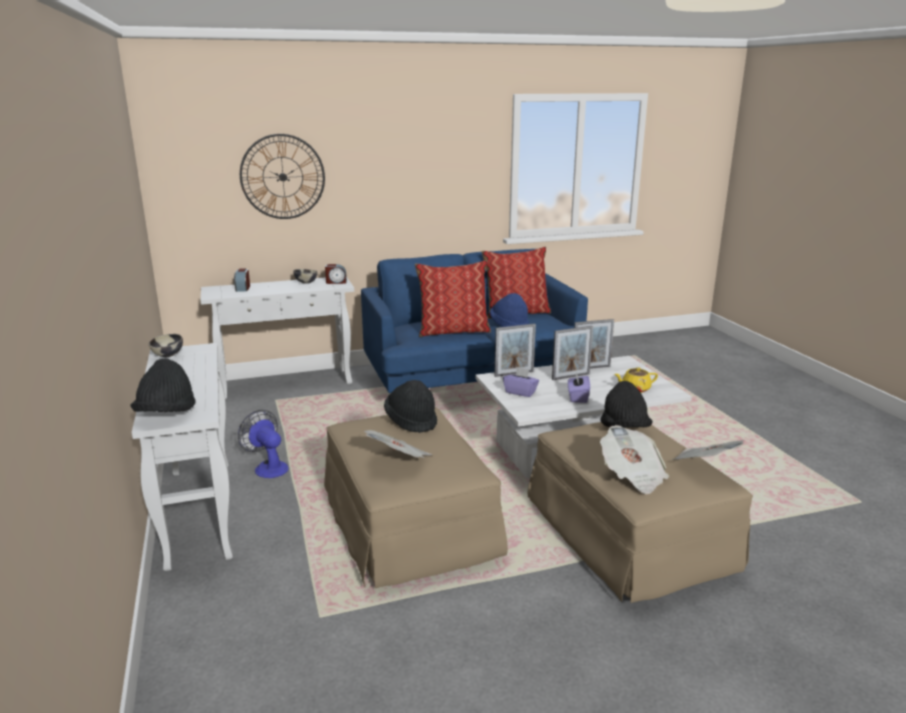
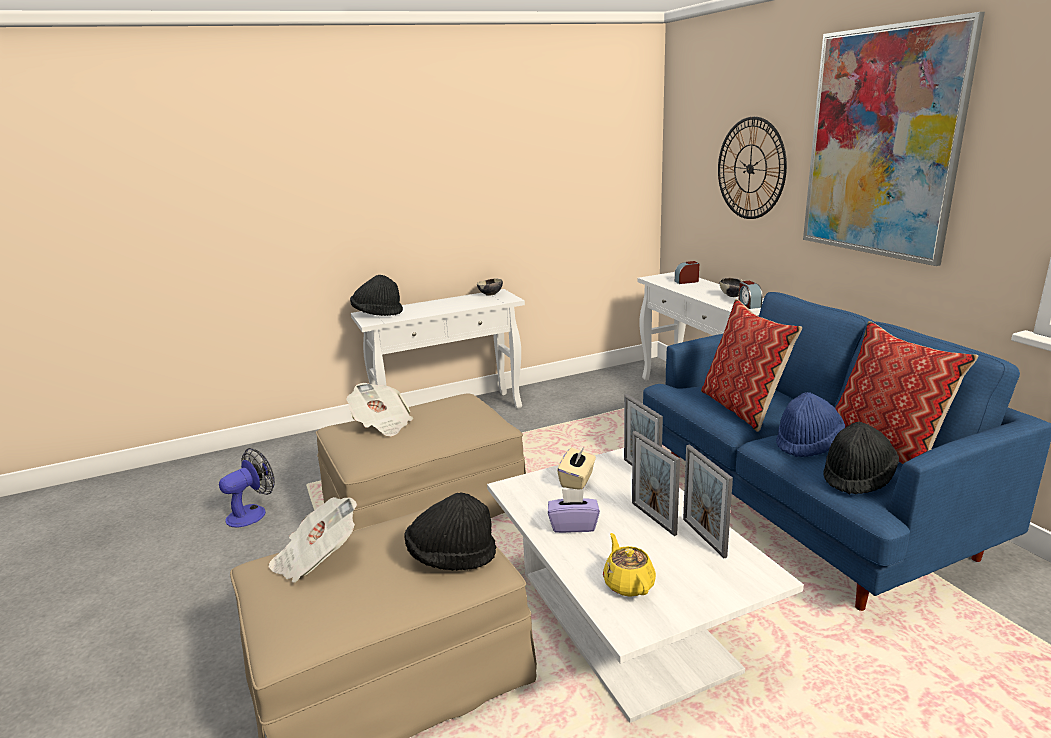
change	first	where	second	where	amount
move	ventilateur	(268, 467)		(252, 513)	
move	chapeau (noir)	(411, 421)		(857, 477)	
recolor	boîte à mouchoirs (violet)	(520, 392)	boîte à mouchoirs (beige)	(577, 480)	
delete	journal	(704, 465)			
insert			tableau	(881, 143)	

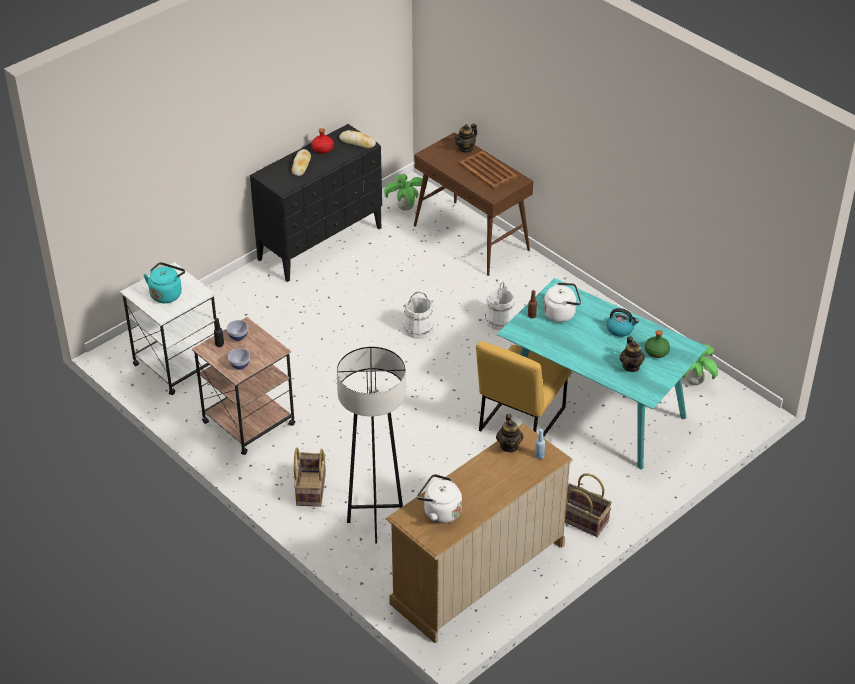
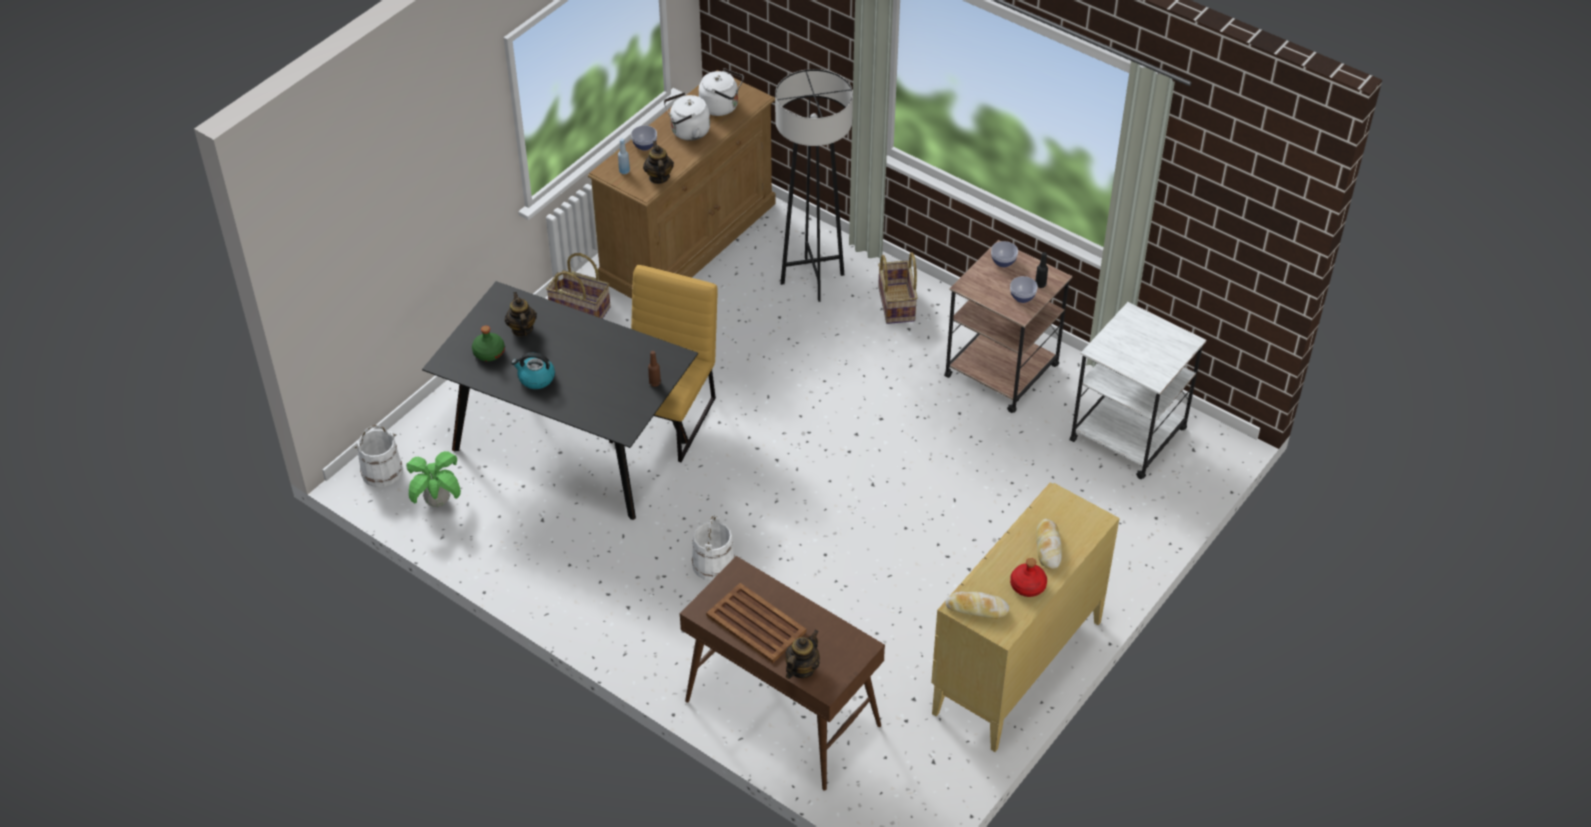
change	first	where	second	where	amount
delete	bouilloire (turquoise)	(167, 294)			
recolor	commode (noir)	(322, 244)	commode (beige)	(1014, 666)	
delete	plante en pot	(405, 208)			
move	seau (blanc)	(418, 328)		(382, 472)	
recolor	table à manger (turquoise)	(596, 409)	table à manger (noir)	(569, 446)	
move	bouilloire (blanc)	(561, 313)		(687, 132)	
insert			bol	(644, 145)	

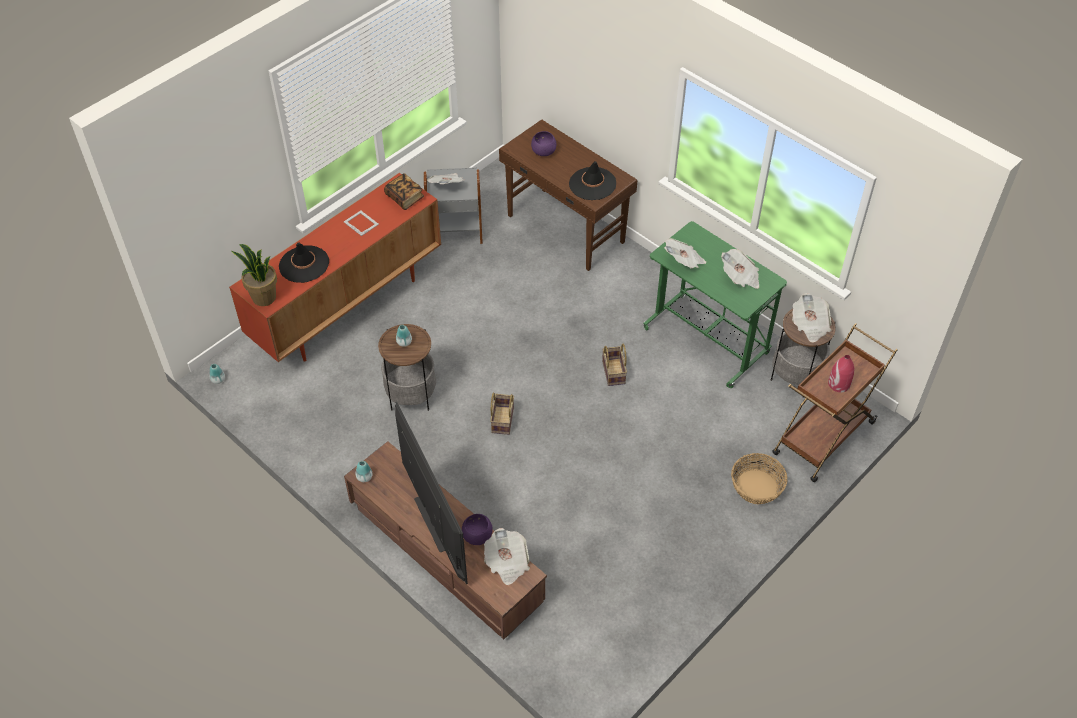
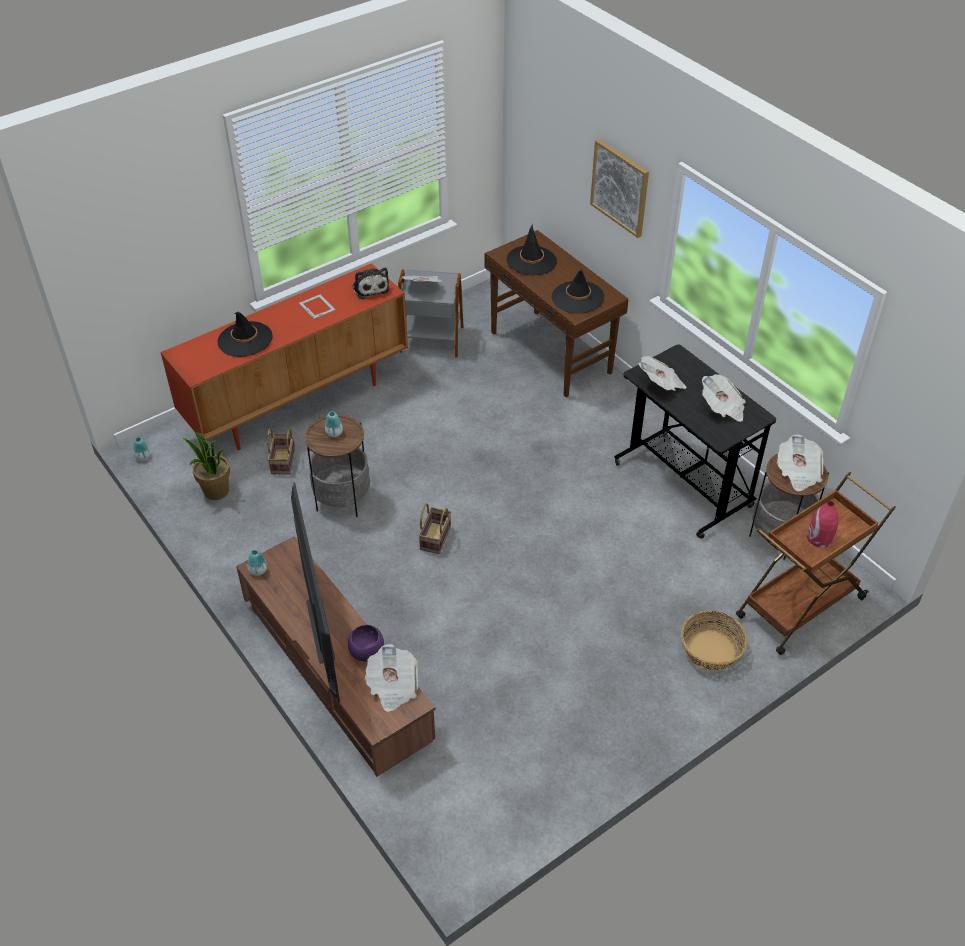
change	first	where	second	where	amount
move	plante en pot	(263, 298)		(215, 491)	
replace	livre	(404, 198)	peluche	(370, 287)	
replace	bol (violet)	(543, 152)	chapeau (noir)	(531, 261)	
move	panier	(614, 373)		(283, 462)	
recolor	bureau (vert)	(706, 340)	bureau (noir)	(683, 485)	
insert			tableau	(620, 187)	

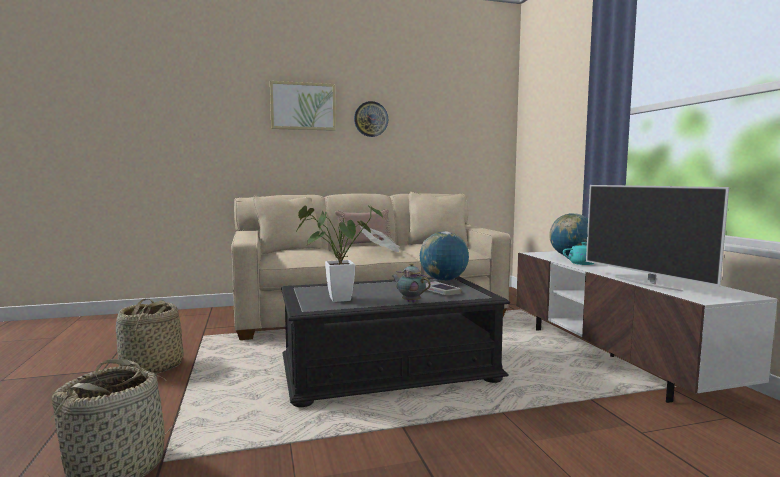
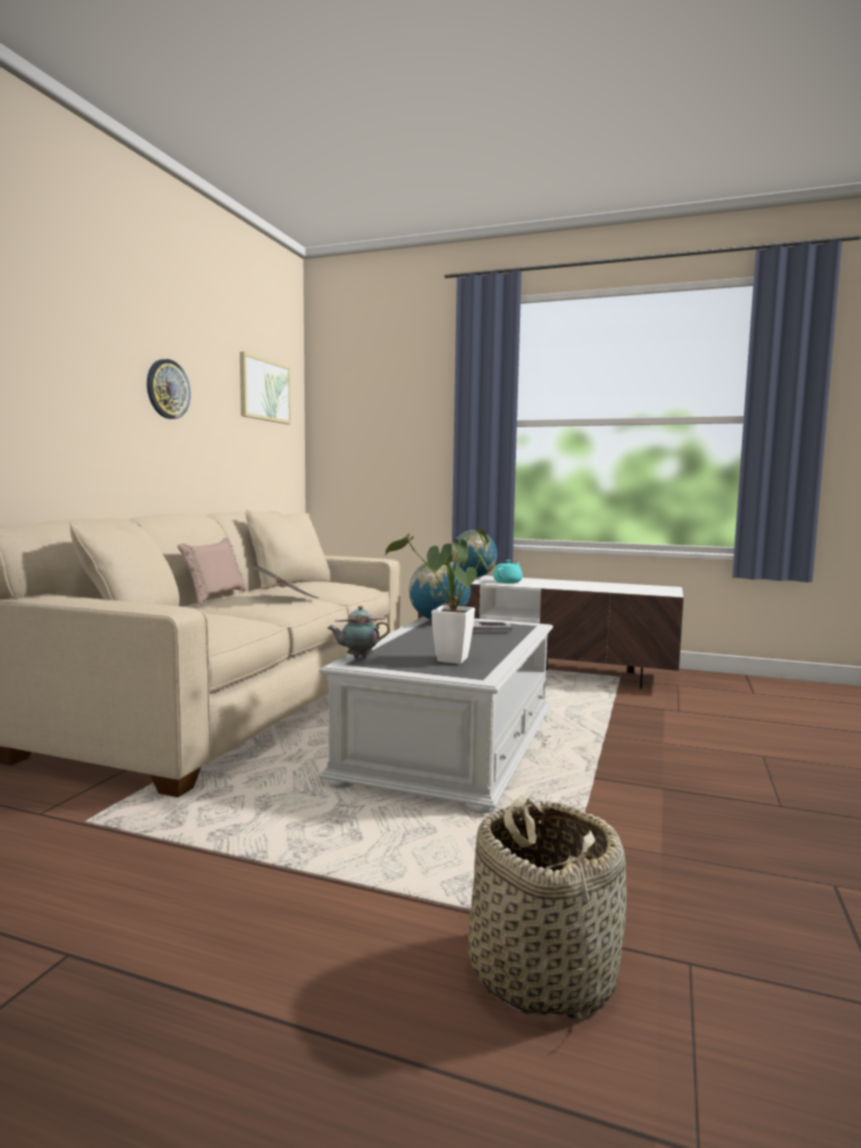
change	first	where	second	where	amount
delete	panier	(151, 368)			
move	tableau	(303, 106)		(264, 390)	
recolor	table basse (noir)	(389, 370)	table basse (blanc)	(451, 745)	
move	théière	(410, 302)		(358, 658)	
delete	téléviseur	(647, 284)			

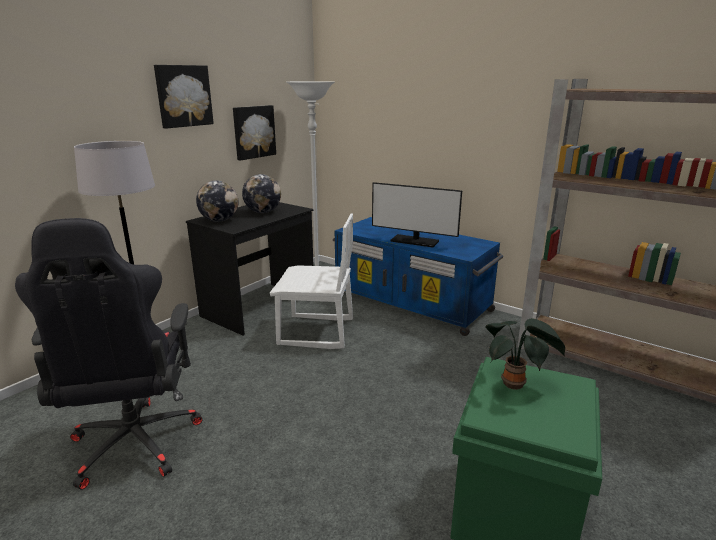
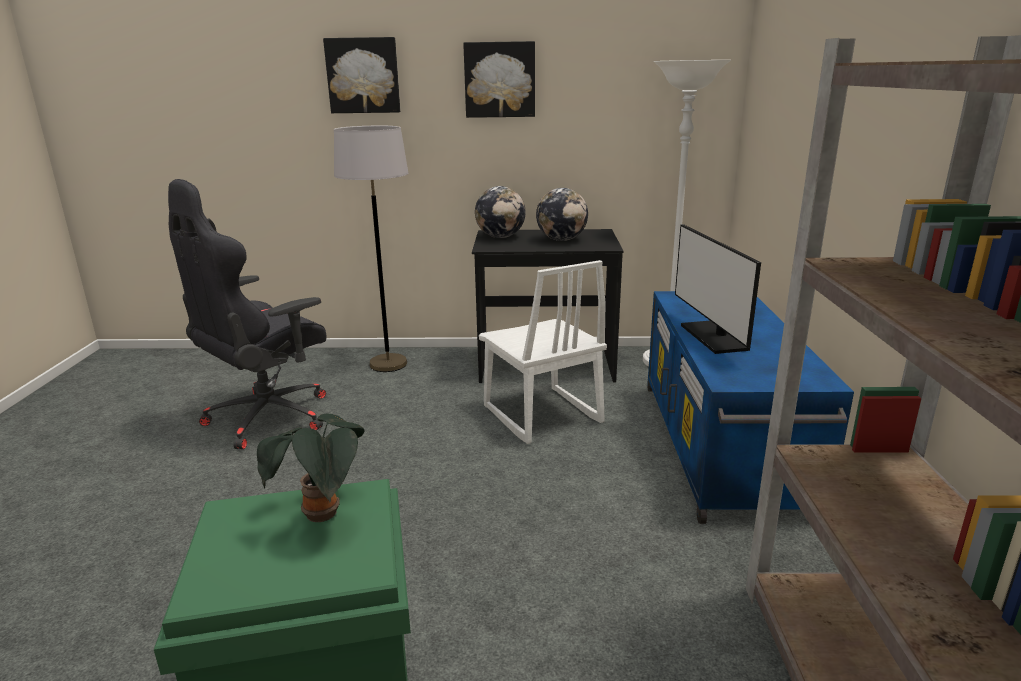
change	first	where	second	where	amount
move	tableau	(253, 132)		(363, 75)	

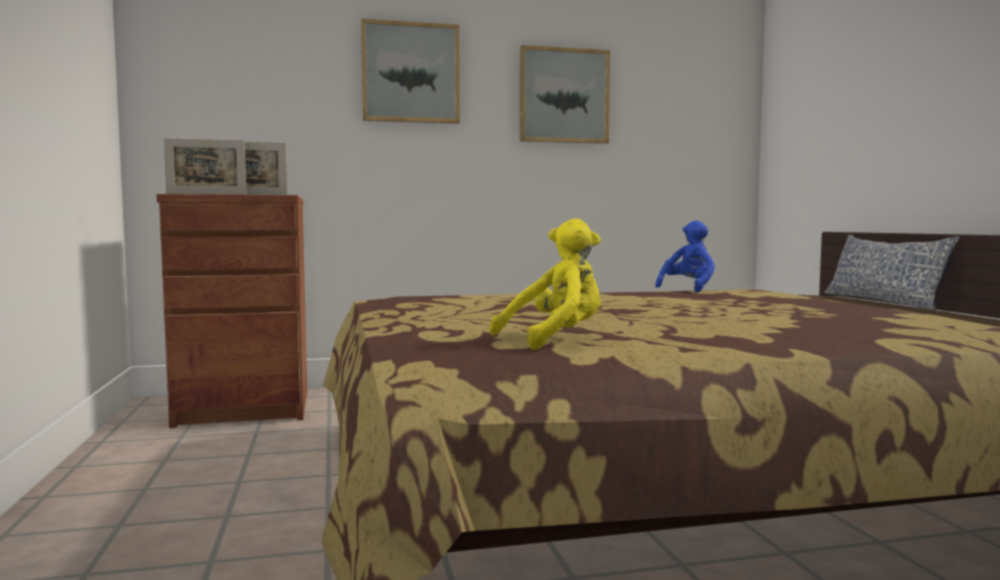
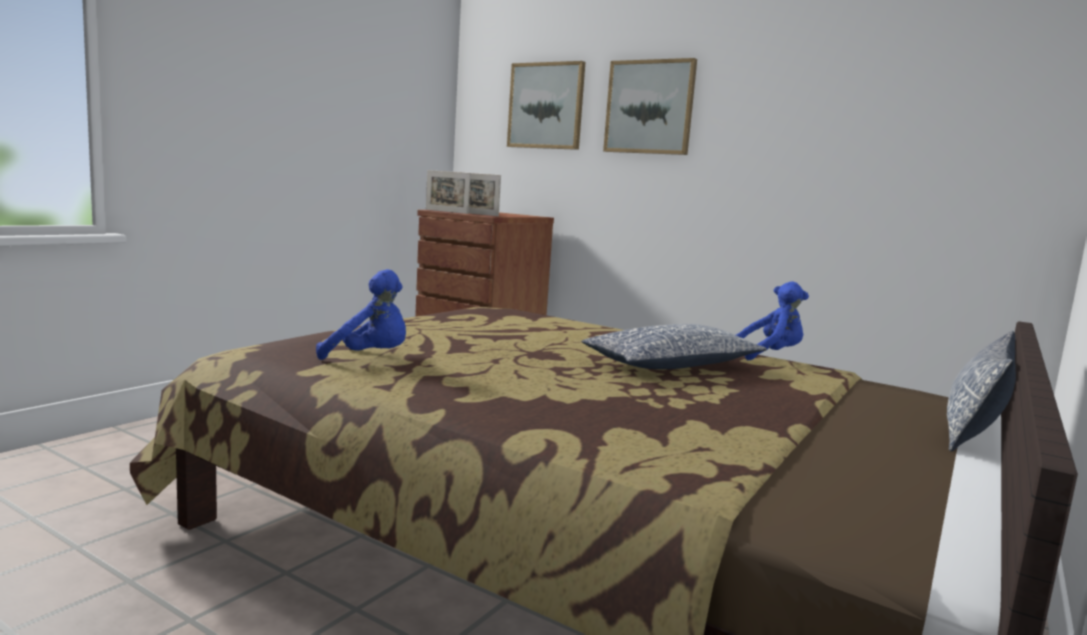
change	first	where	second	where	amount
recolor	peluche (jaune)	(555, 339)	peluche (bleu)	(370, 358)	
move	tableau	(563, 96)		(546, 106)	
insert			coussin	(671, 365)	

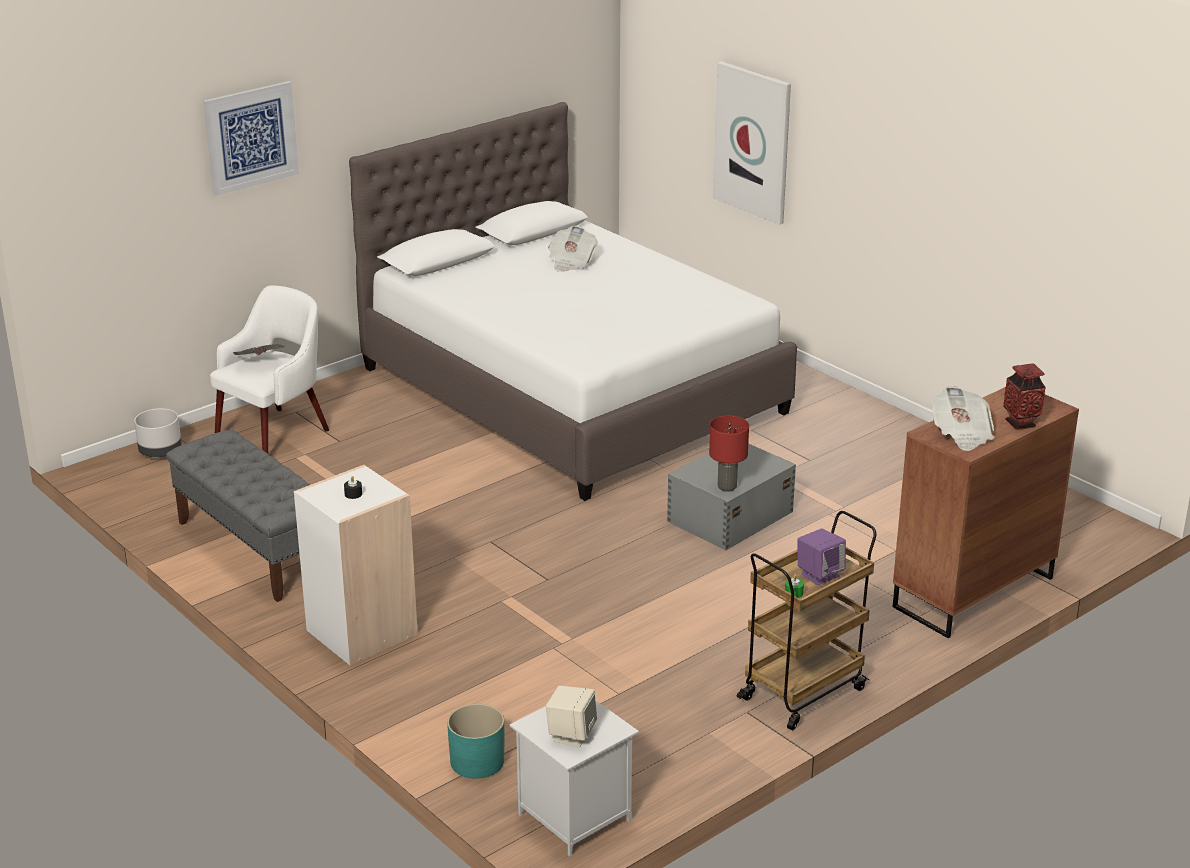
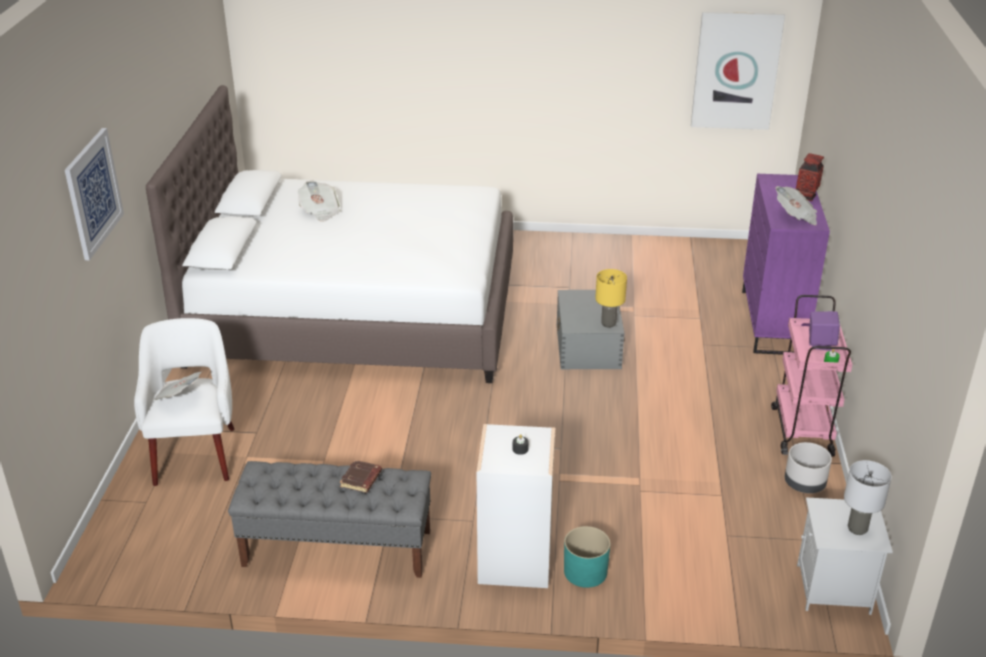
change	first	where	second	where	amount
move	cache-pot (gris)	(160, 452)		(804, 484)	
move	cache-pot (turquoise)	(476, 761)		(585, 572)	
replace	enceinte (beige)	(571, 734)	lampe de table (blanc)	(856, 529)	
recolor	lampe de table (rouge)	(727, 488)	lampe de table (jaune)	(609, 324)	
move	tableau	(753, 142)		(736, 71)	
recolor	chariot (marron)	(802, 694)	chariot (rose)	(802, 432)	
recolor	commode (marron)	(974, 593)	commode (violet)	(773, 322)	
insert			livre (marron)	(361, 479)	

